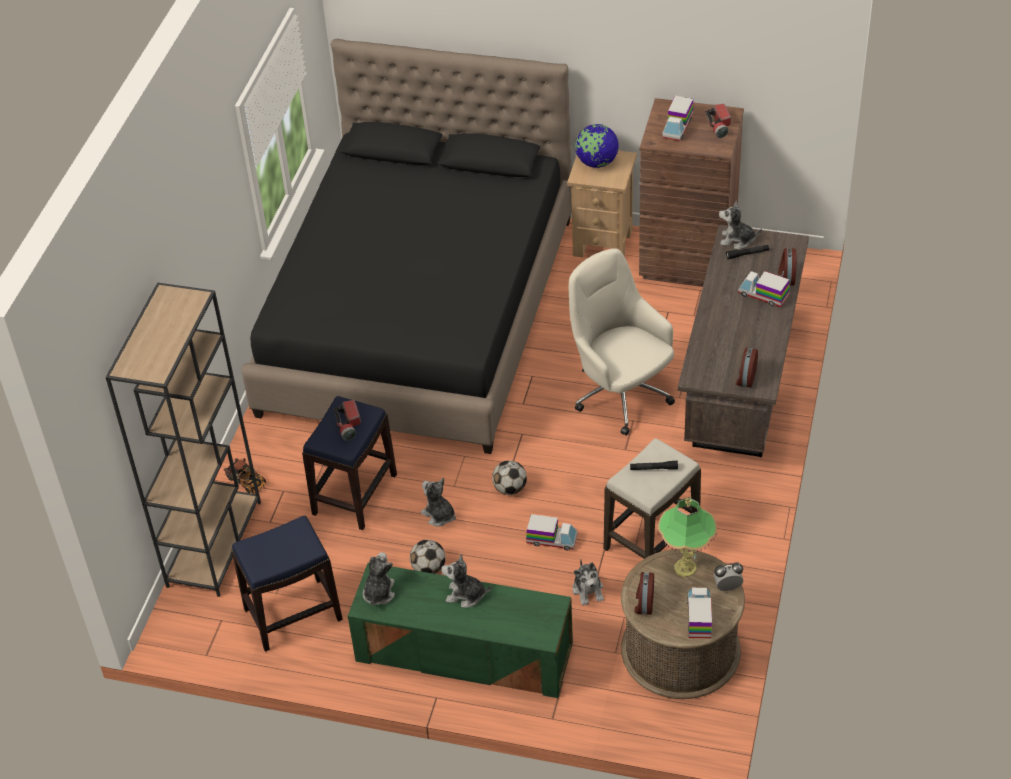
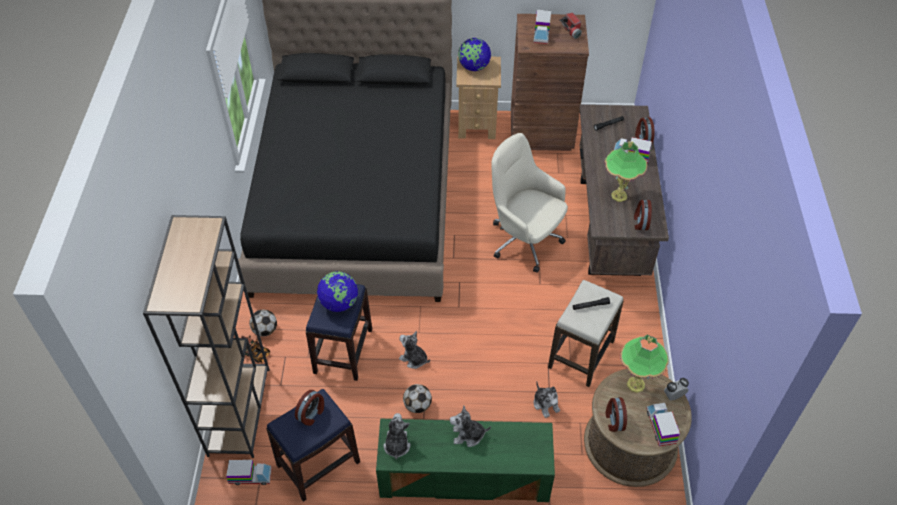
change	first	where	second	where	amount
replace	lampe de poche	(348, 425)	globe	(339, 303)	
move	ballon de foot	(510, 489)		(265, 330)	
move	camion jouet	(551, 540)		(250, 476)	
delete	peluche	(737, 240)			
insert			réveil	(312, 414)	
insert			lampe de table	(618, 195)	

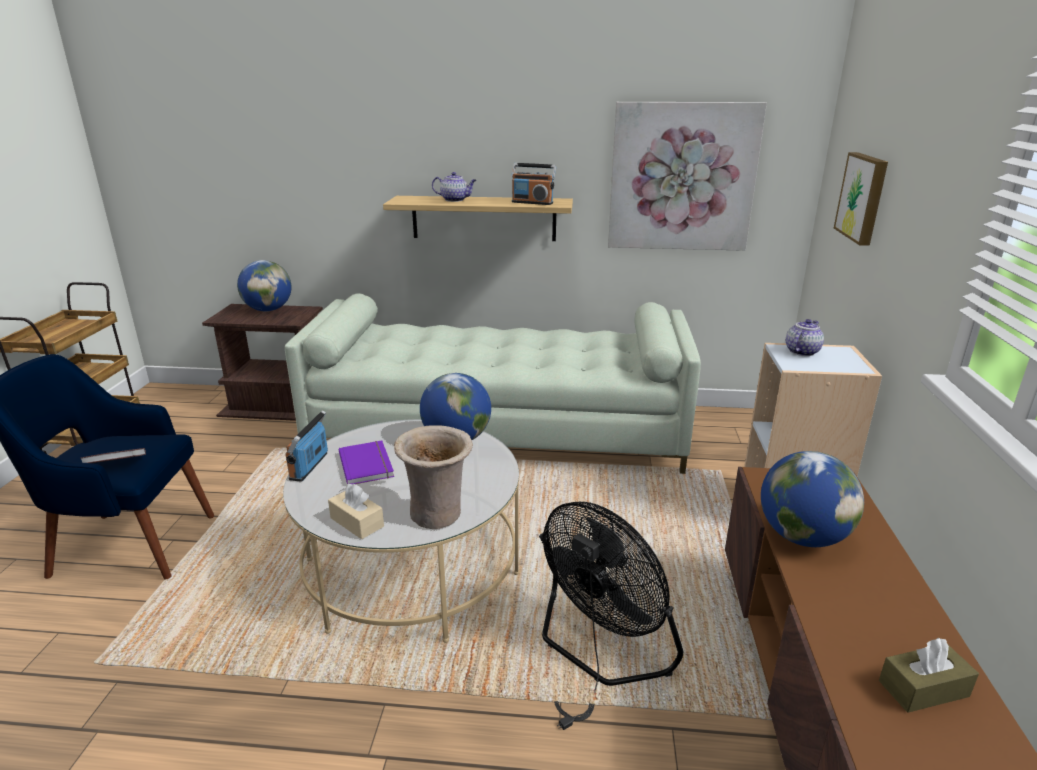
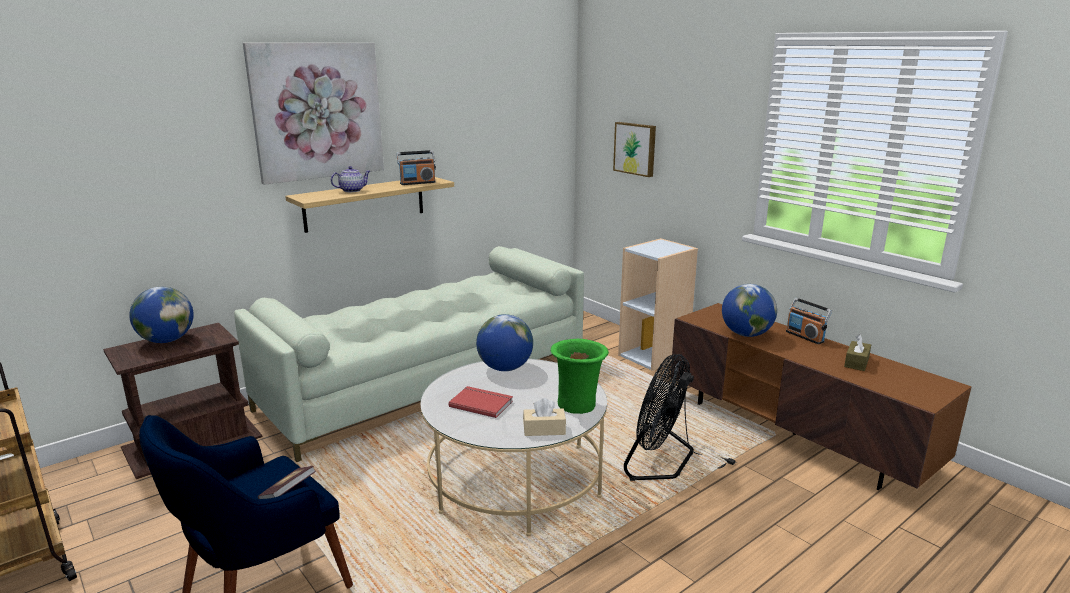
change	first	where	second	where	amount
move	radio	(309, 466)		(805, 336)	
recolor	livre (violet)	(368, 464)	livre (rouge)	(481, 403)	
recolor	vase (beige)	(438, 514)	vase (vert)	(578, 404)	
rotate	ventilateur (noir)	(592, 654)		(671, 459)	60 degrees counterclockwise
move	tableau	(682, 177)		(317, 111)	
delete	théière	(802, 351)			

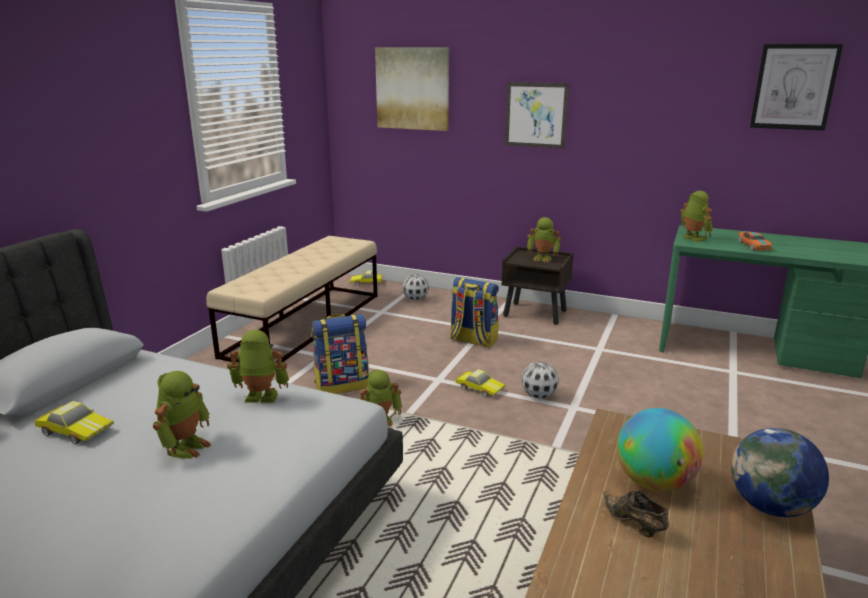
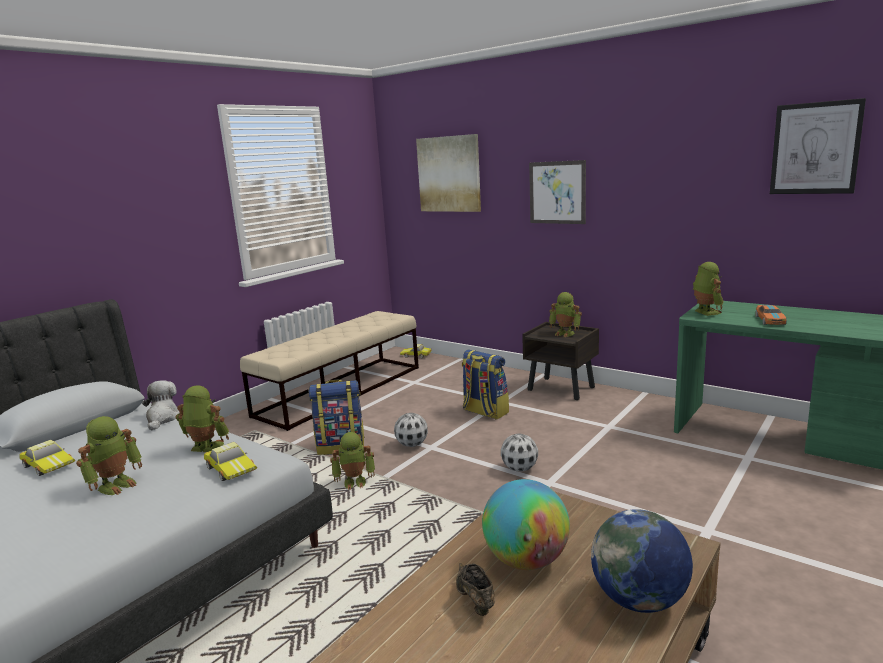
change	first	where	second	where	amount
move	ballon de foot	(415, 299)		(412, 444)	
move	petite voiture	(480, 388)		(232, 468)	
insert			peluche	(162, 419)	

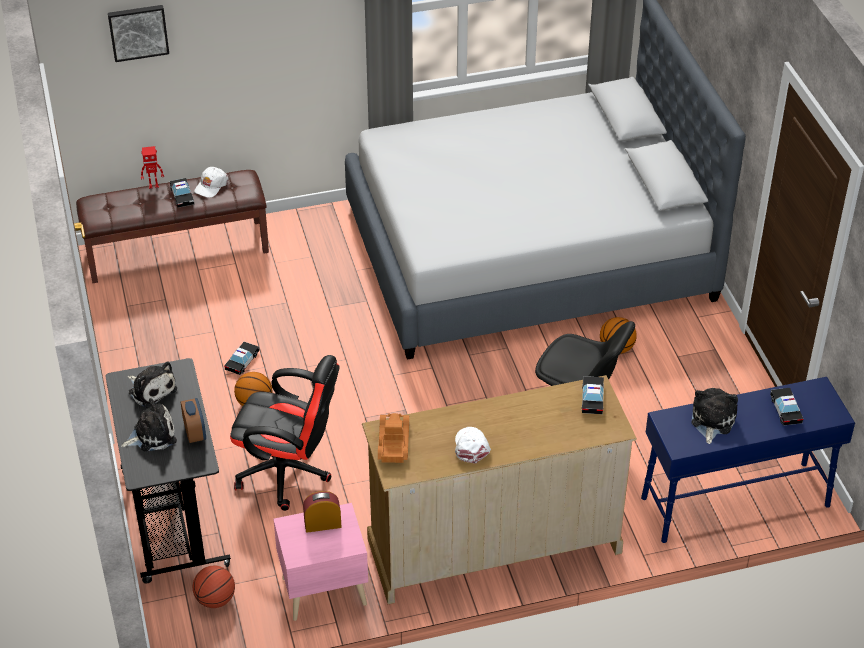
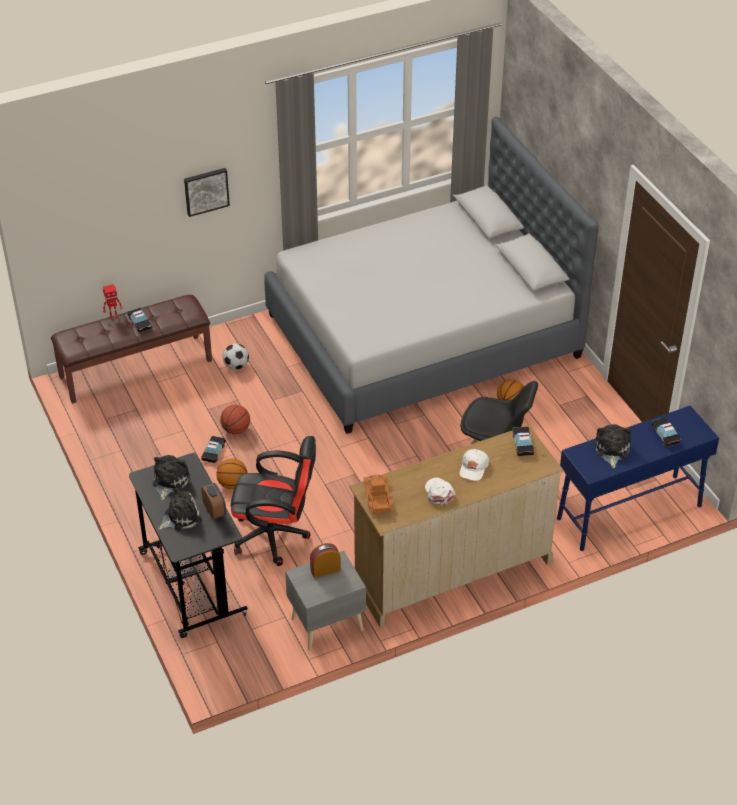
change	first	where	second	where	amount
move	tableau	(138, 31)		(206, 191)	
rotate	peluche	(151, 390)		(169, 481)	105 degrees counterclockwise
move	ballon de basket	(215, 599)		(236, 430)	
move	casquette (blanc)	(211, 186)		(473, 467)	
recolor	table de chevet (rose)	(322, 590)	table de chevet (gris)	(325, 623)	
insert			ballon de foot	(236, 366)	

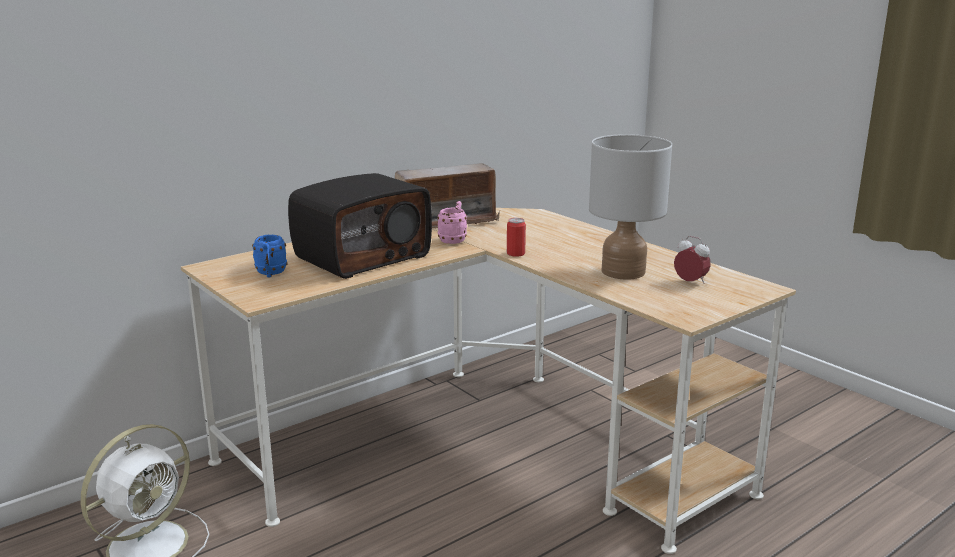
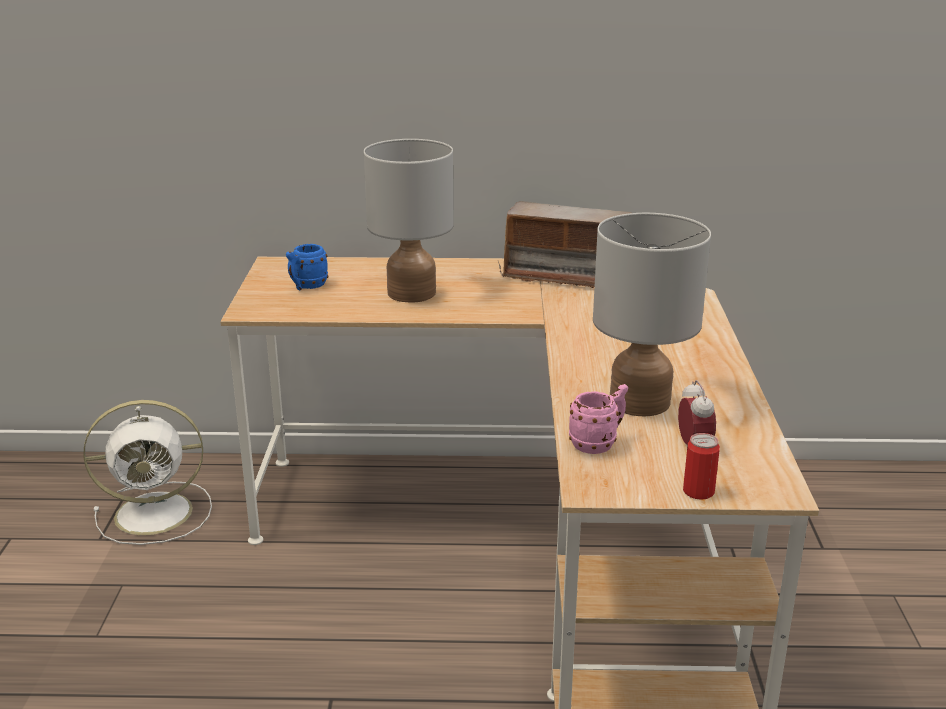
change	first	where	second	where	amount
replace	radio	(362, 257)	lampe de table (gris)	(412, 293)	
move	mug (rose)	(453, 239)		(598, 443)	
move	boîte métallique	(515, 253)		(698, 491)	

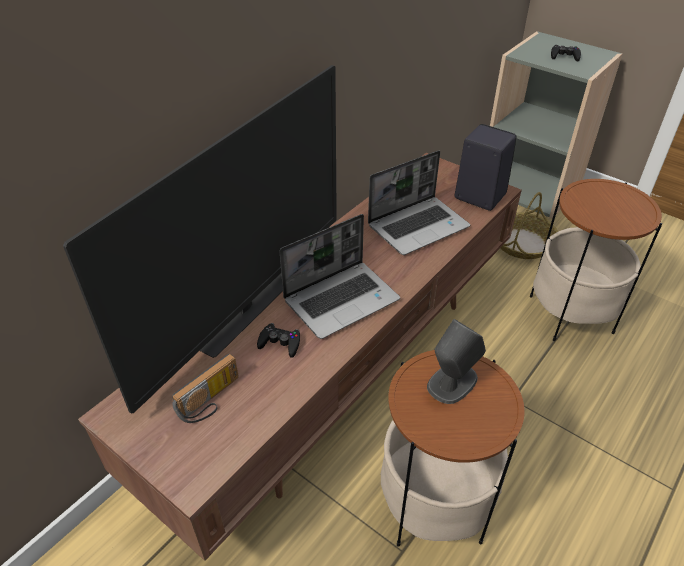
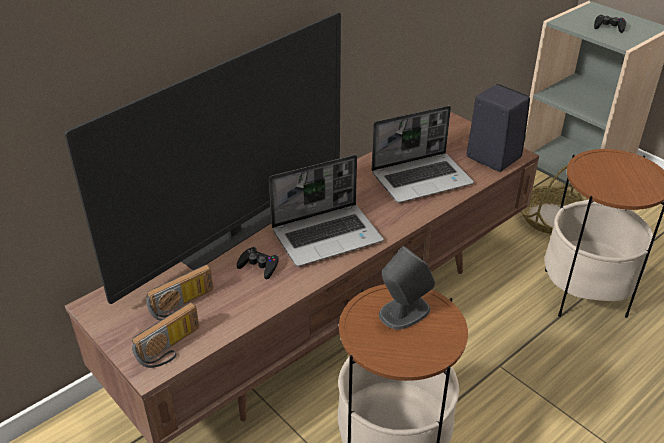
change	first	where	second	where	amount
insert			radio	(171, 349)	

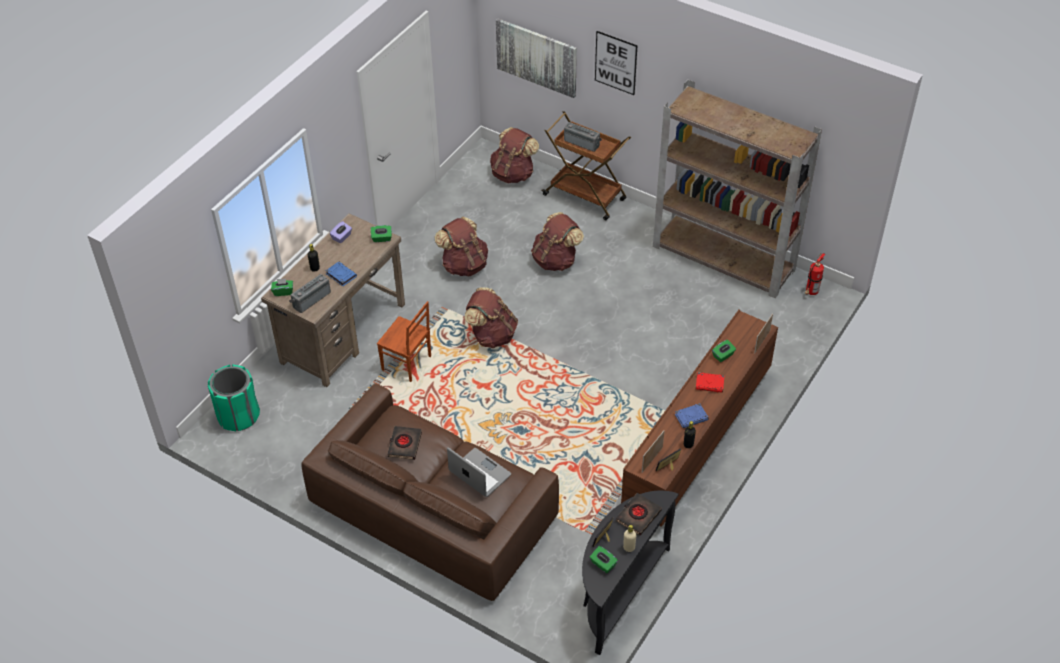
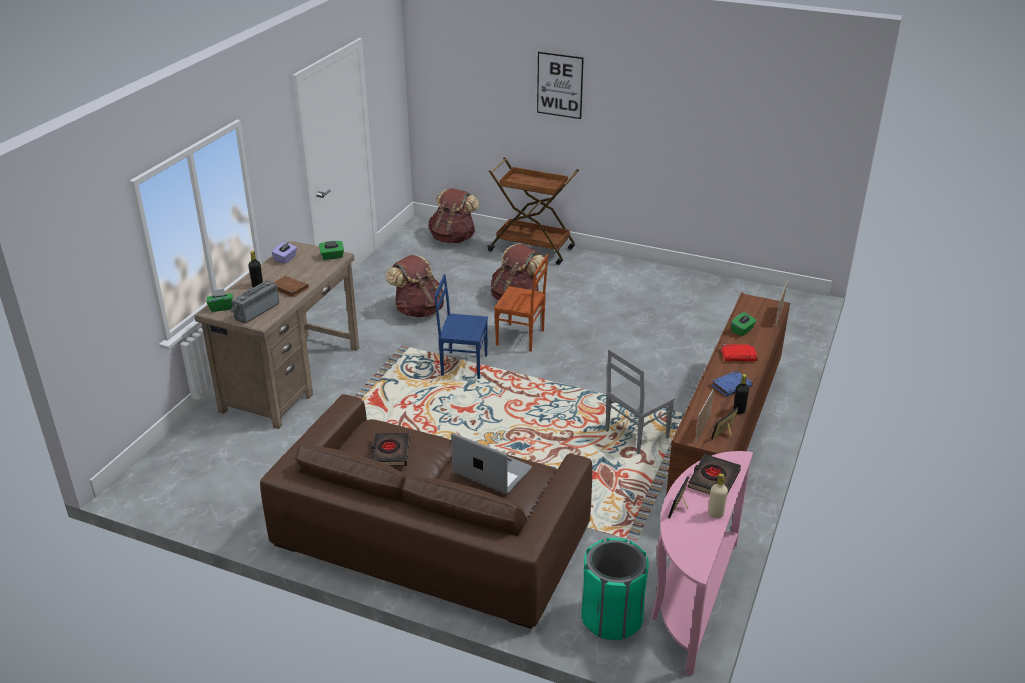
change	first	where	second	where	amount
move	poubelle (vert)	(238, 415)		(611, 618)	
recolor	livre (bleu)	(341, 275)	livre (marron)	(289, 288)	
move	chaise (marron)	(407, 364)		(520, 338)	
replace	sac à dos (marron)	(492, 335)	chaise (bleu)	(463, 365)	
delete	tableau	(536, 57)			
delete	radio	(582, 142)			
recolor	table console (noir)	(618, 592)	table console (rose)	(691, 598)	
delete	boîte à mouchoirs (vert)	(603, 564)			
delete	bibliothèque (marron)	(723, 258)			
delete	extincteur	(811, 293)			
insert			chaise (gris)	(635, 435)	

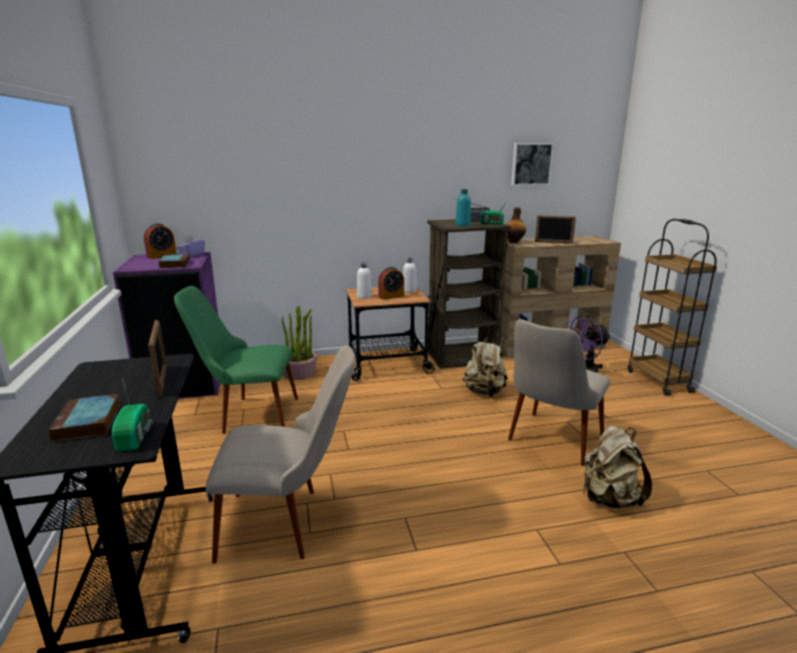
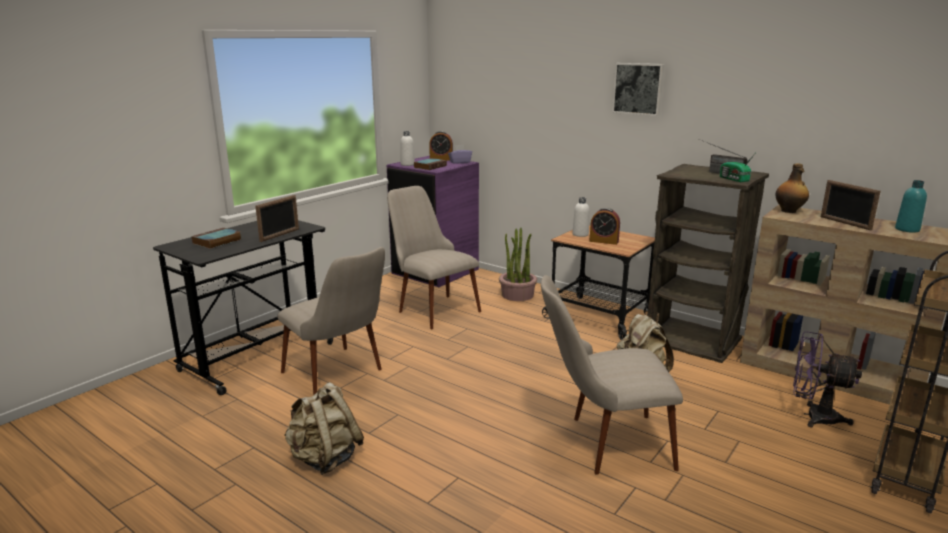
change	first	where	second	where	amount
delete	radio	(136, 436)			
recolor	chaise (vert)	(247, 415)	chaise (beige)	(431, 307)	
move	bouteille (blanc)	(409, 290)		(407, 164)	
move	bouteille (turquoise)	(462, 225)		(907, 229)	
move	tableau	(531, 164)		(638, 88)	
move	sac à dos (beige)	(609, 499)		(325, 459)	

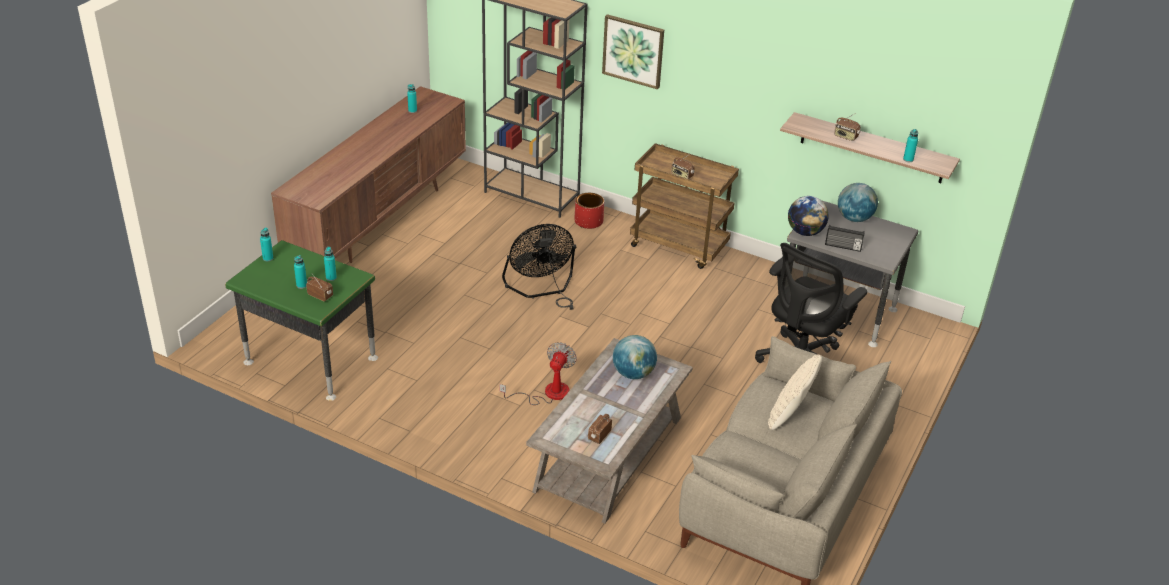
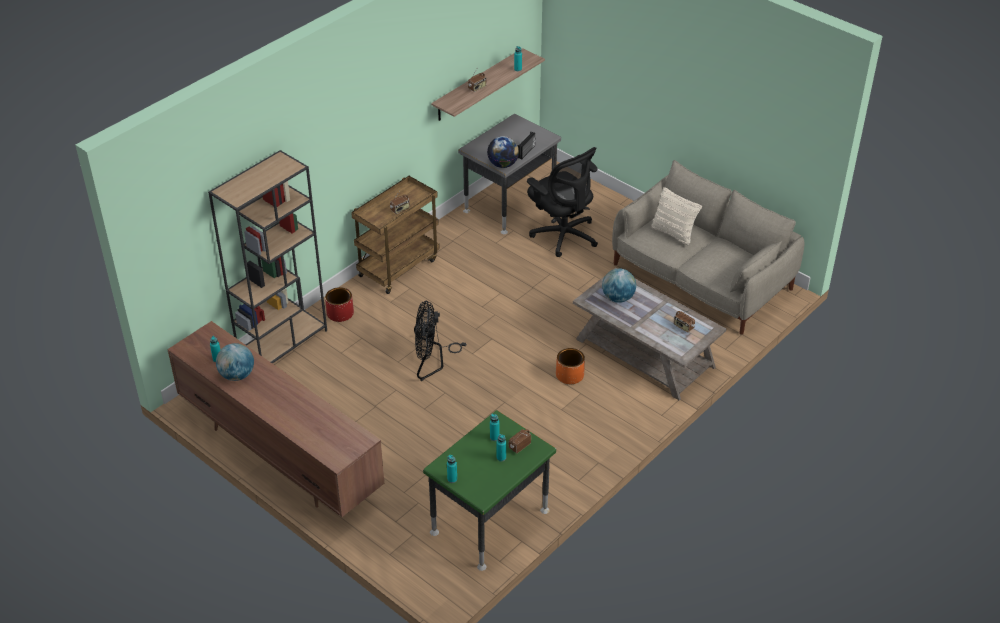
change	first	where	second	where	amount
replace	ventilateur	(547, 393)	cache-pot (orange)	(569, 375)	
delete	tableau	(633, 51)			
move	globe	(854, 218)		(237, 375)	

